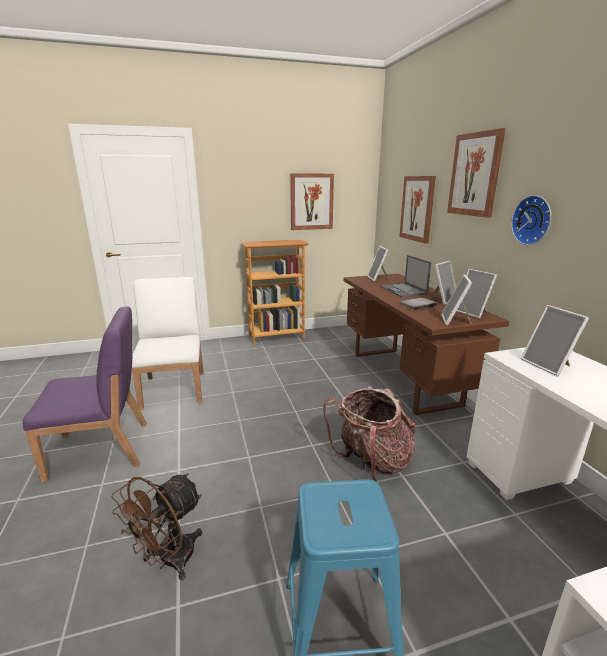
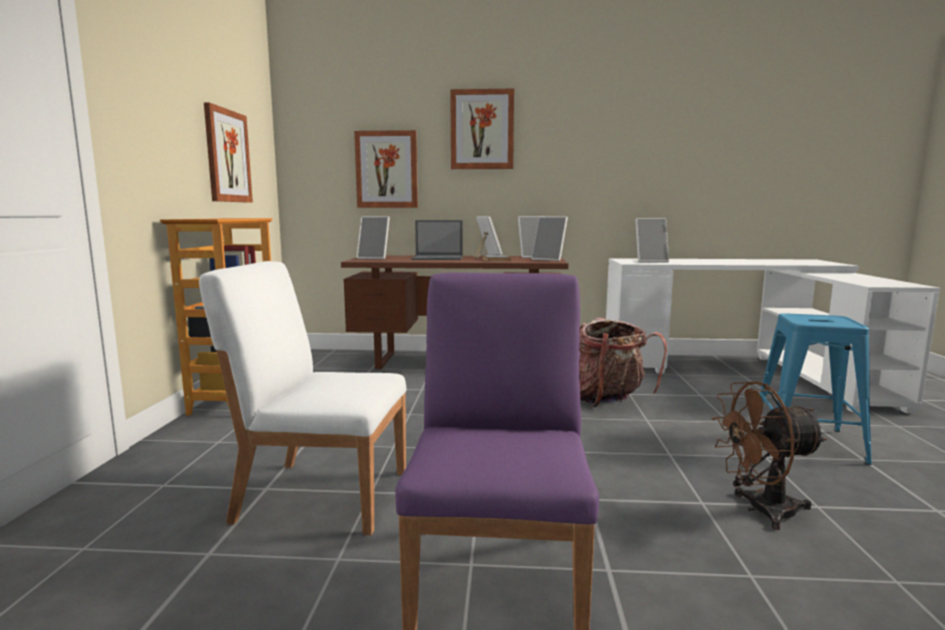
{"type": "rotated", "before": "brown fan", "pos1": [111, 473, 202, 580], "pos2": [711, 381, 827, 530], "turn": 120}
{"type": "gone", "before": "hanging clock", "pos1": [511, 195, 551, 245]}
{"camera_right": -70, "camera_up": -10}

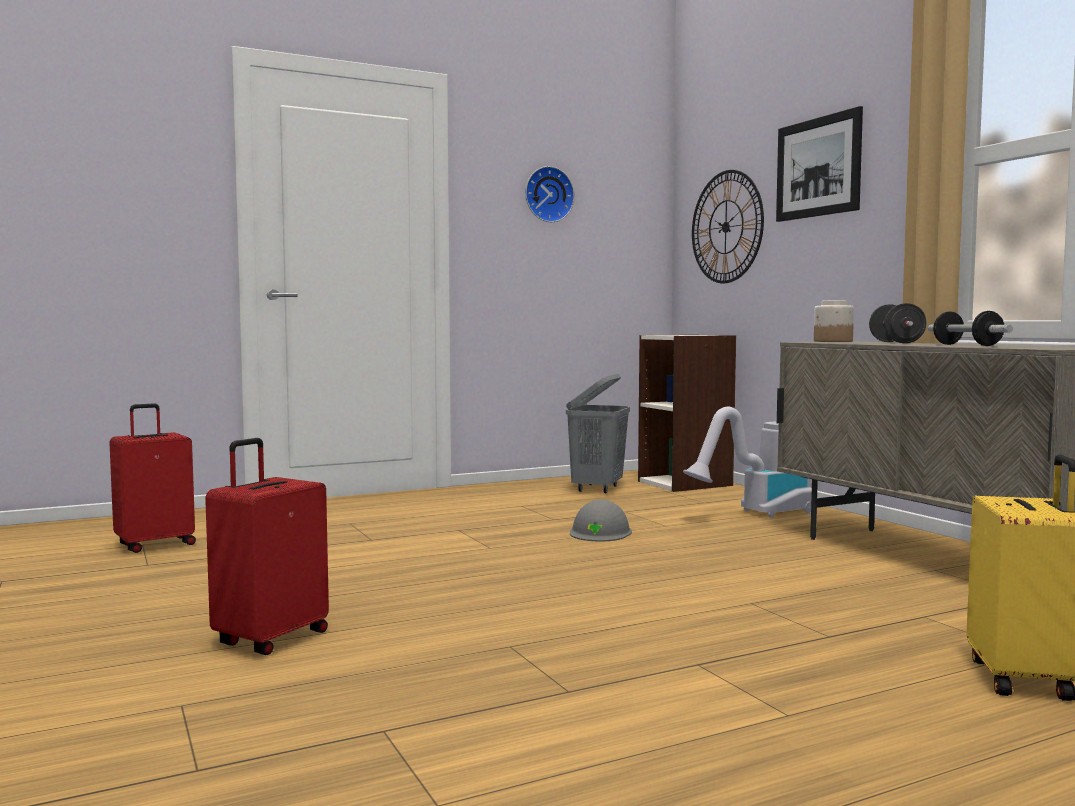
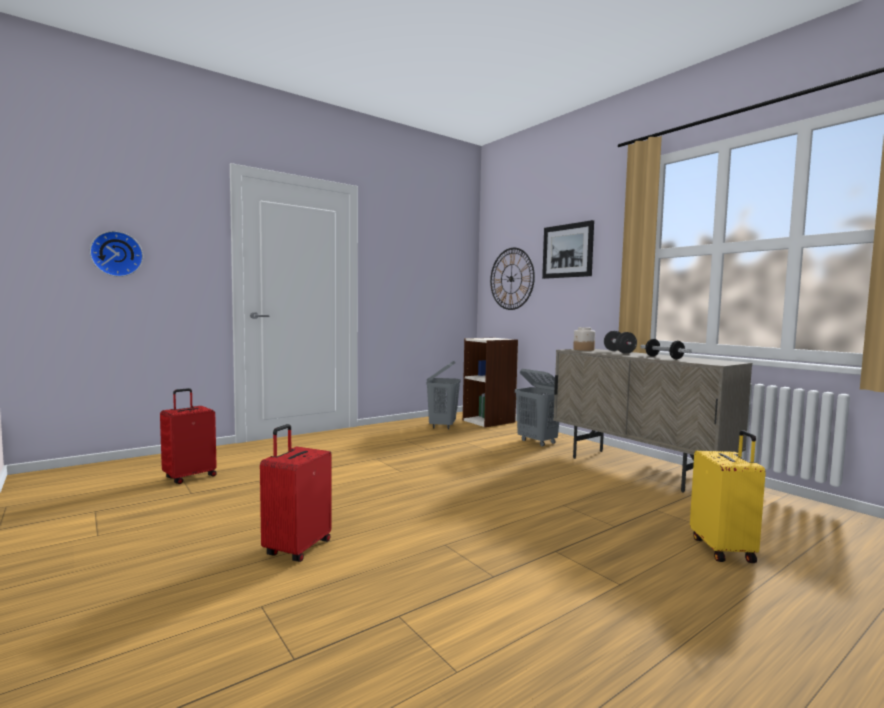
{"type": "shifted", "before": "hanging clock", "pos1": [525, 166, 575, 222], "pos2": [89, 231, 143, 277]}
{"type": "swapped", "before": "vacuum cleaner", "after": "gray hamper", "pos1": [683, 407, 812, 518], "pos2": [515, 369, 559, 446]}
{"type": "gone", "before": "gray hard hat", "pos1": [570, 499, 632, 542]}
{"camera_right": -10, "camera_up": 0}

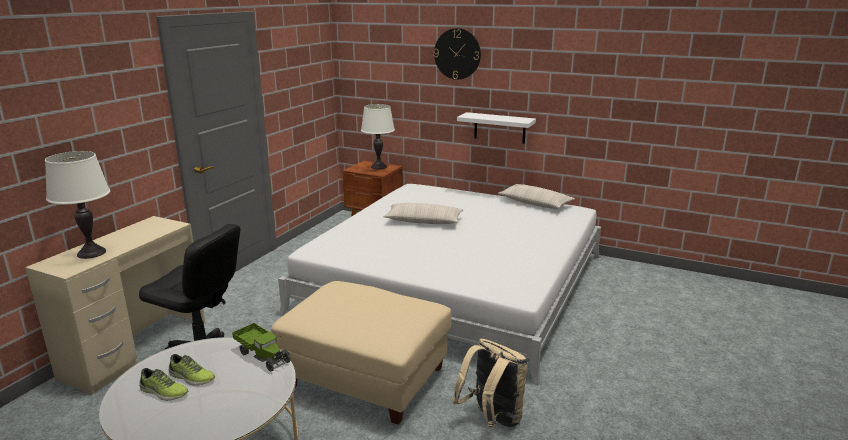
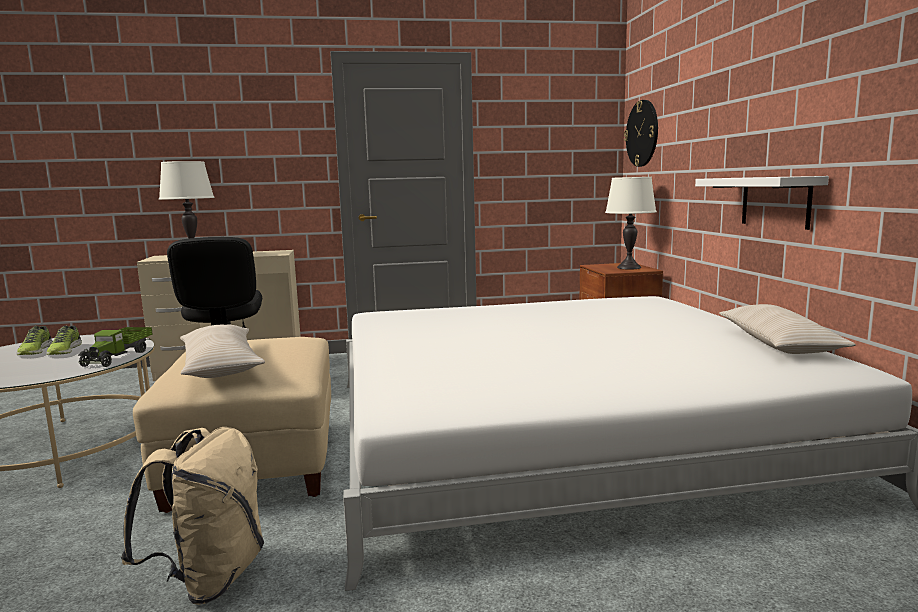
{"type": "shifted", "before": "sand-coloured cushion", "pos1": [383, 203, 463, 224], "pos2": [180, 325, 265, 378]}
{"type": "shifted", "before": "hanging clock", "pos1": [434, 28, 481, 80], "pos2": [624, 100, 658, 167]}
{"camera_right": 55, "camera_up": -10}

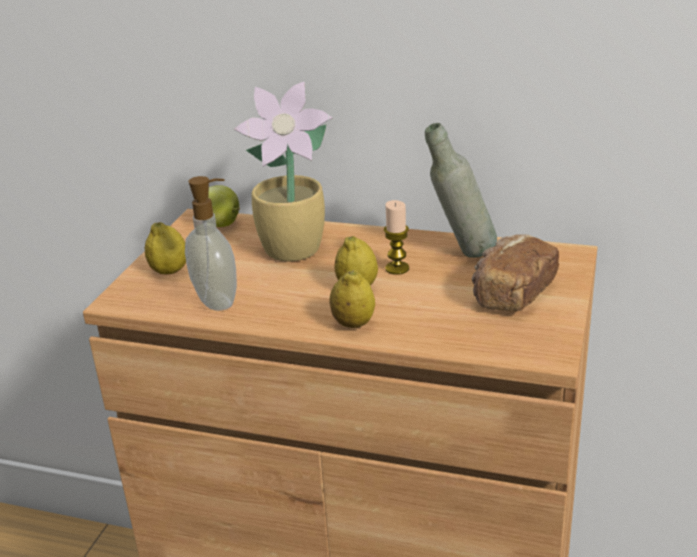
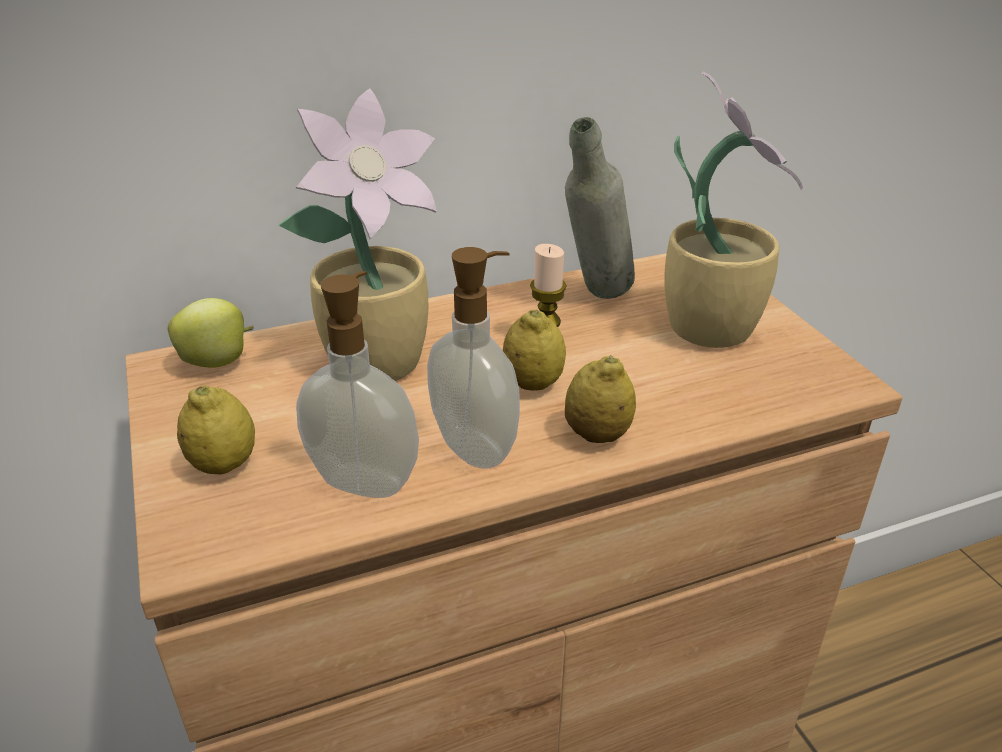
{"type": "new", "after": "liquid soap bottle", "pos2": [427, 247, 520, 469]}
{"type": "swapped", "before": "bread", "after": "plant in a pot", "pos1": [472, 234, 559, 311], "pos2": [664, 72, 803, 348]}
{"camera_right": -40, "camera_up": 5}

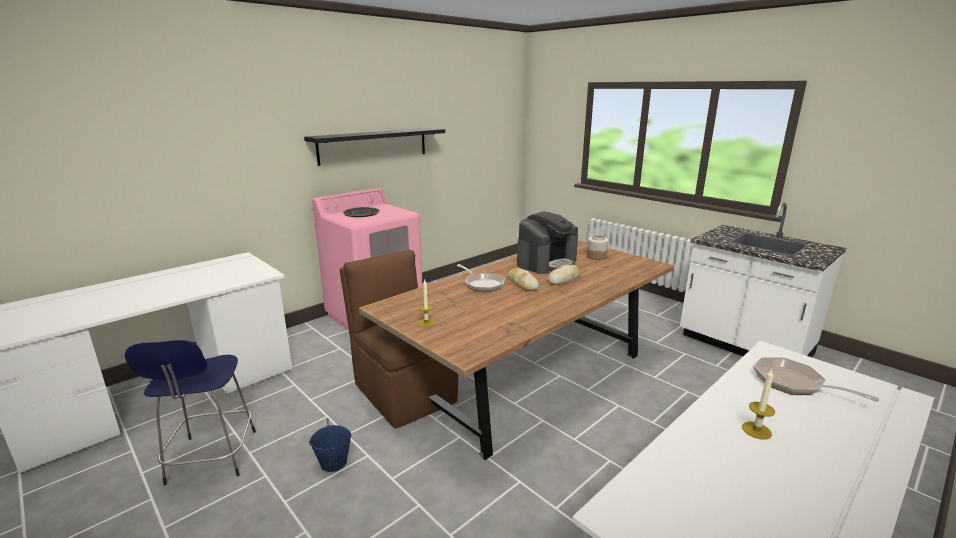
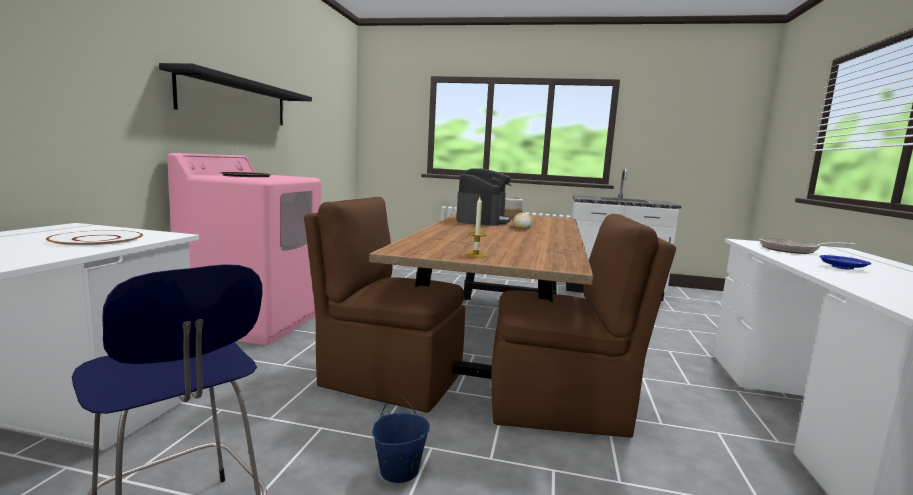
{"type": "new", "after": "white-coloured dinner plate", "pos2": [46, 230, 143, 247]}
{"type": "new", "after": "brown plain chair", "pos2": [491, 214, 676, 438]}
{"type": "swapped", "before": "candle", "after": "blue dinner plate", "pos1": [742, 368, 775, 440], "pos2": [819, 255, 871, 270]}
{"type": "gone", "before": "frying pan", "pos1": [456, 264, 505, 292]}
{"type": "gone", "before": "bread", "pos1": [508, 268, 539, 291]}
{"camera_right": -35, "camera_up": -10}

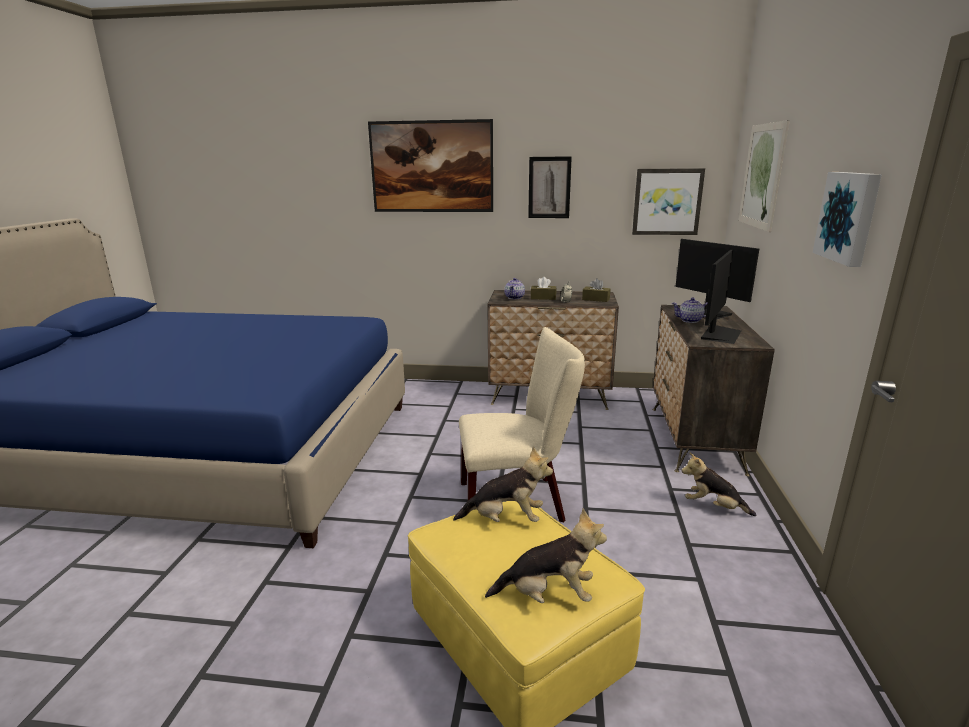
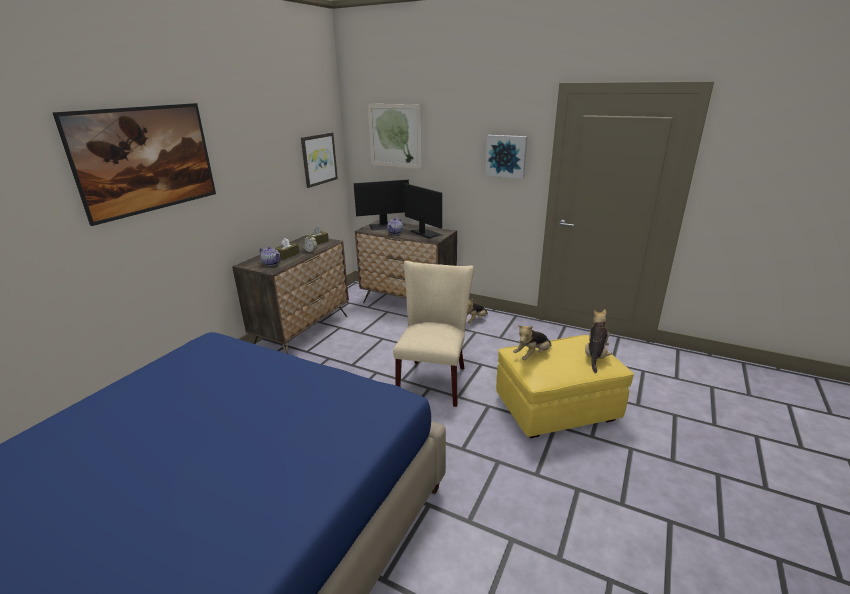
{"type": "rotated", "before": "soft toy", "pos1": [453, 446, 553, 522], "pos2": [513, 325, 552, 360], "turn": -150}
{"type": "gone", "before": "wall picture", "pos1": [528, 156, 572, 218]}
{"camera_right": -70, "camera_up": 5}

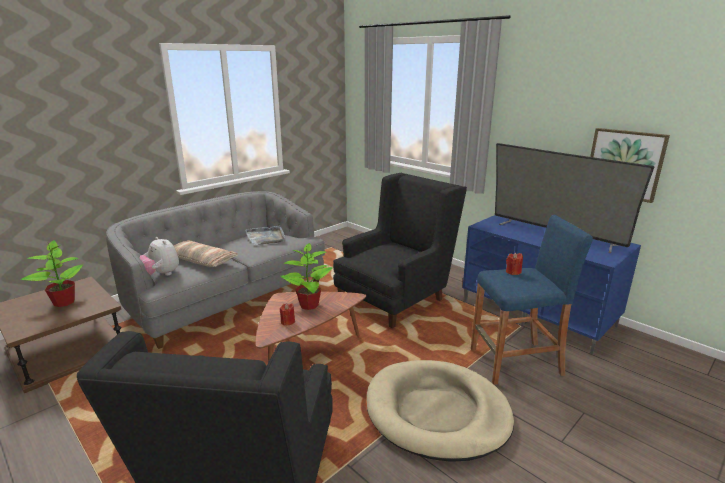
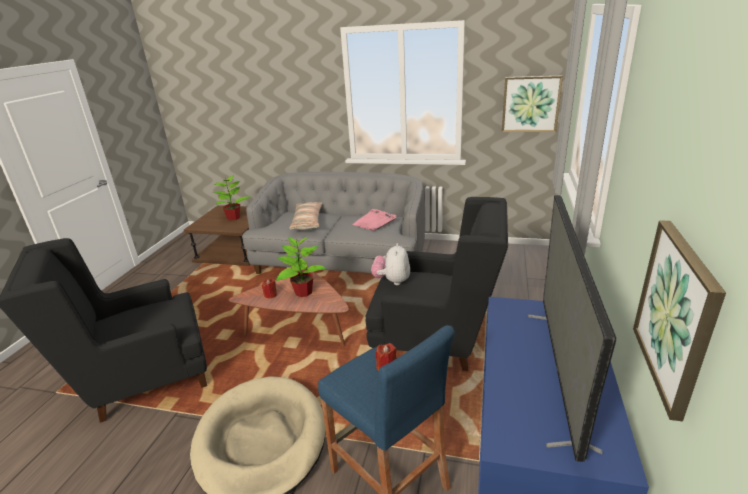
{"type": "repainted", "before": "gray carrying tray", "after": "pink carrying tray", "pos1": [245, 226, 286, 245], "pos2": [352, 209, 396, 231]}
{"type": "shifted", "before": "soft toy", "pos1": [139, 237, 179, 276], "pos2": [371, 243, 410, 285]}
{"type": "new", "after": "wall picture", "pos2": [502, 76, 563, 132]}
{"camera_right": 60, "camera_up": 5}

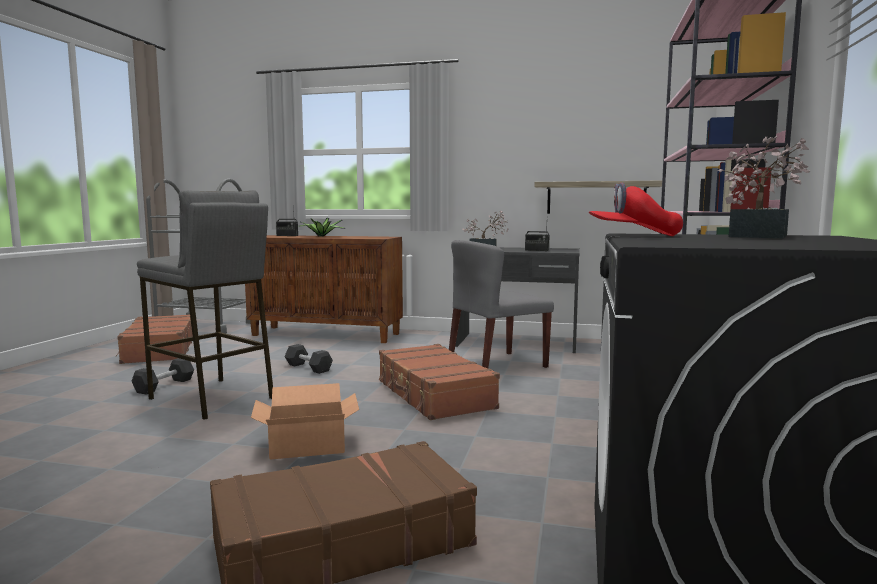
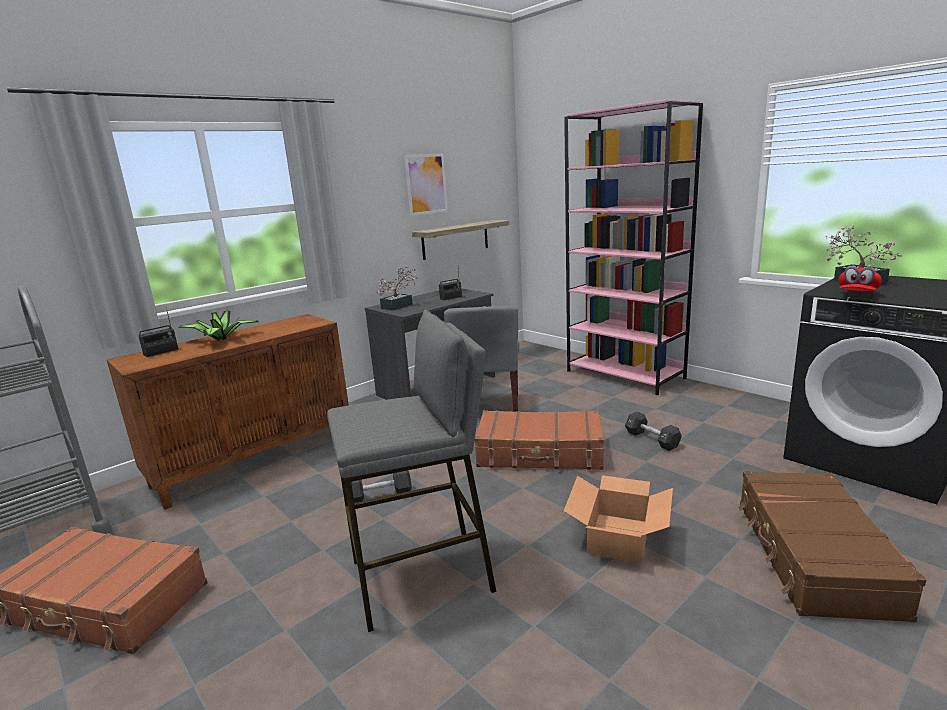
{"type": "new", "after": "wall picture", "pos2": [404, 154, 448, 216]}
{"type": "shifted", "before": "blackish hand weight", "pos1": [132, 358, 194, 395], "pos2": [625, 411, 682, 451]}
{"camera_right": -55, "camera_up": 10}

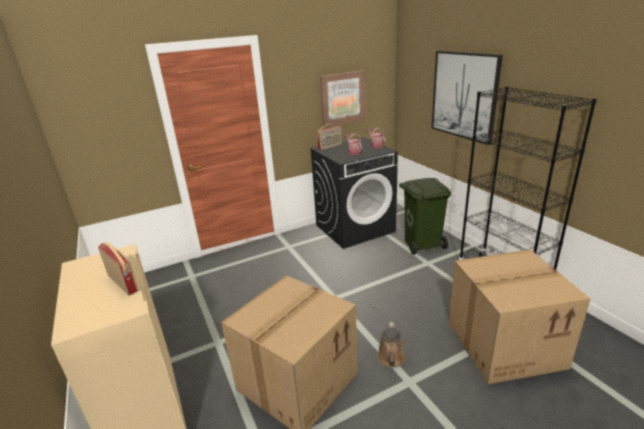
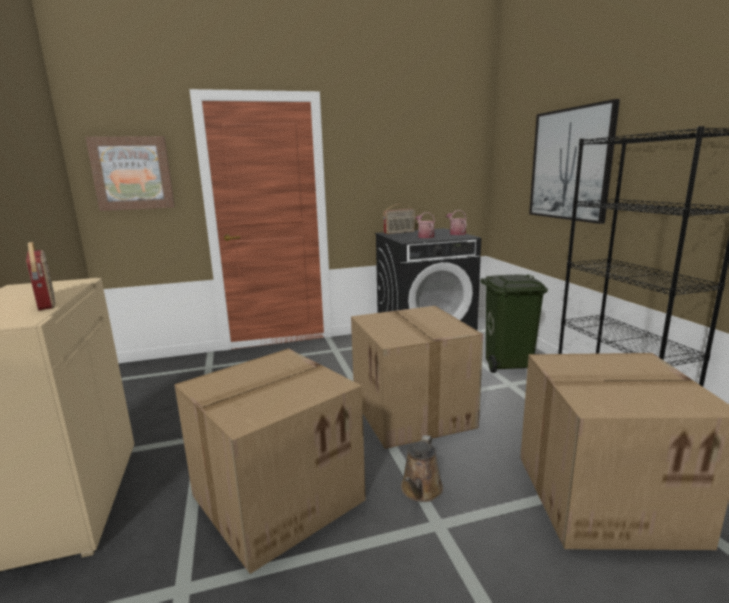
{"type": "shifted", "before": "wall picture", "pos1": [320, 70, 365, 127], "pos2": [85, 136, 175, 211]}
{"type": "new", "after": "packing box", "pos2": [351, 306, 483, 449]}
{"camera_right": 10, "camera_up": -10}

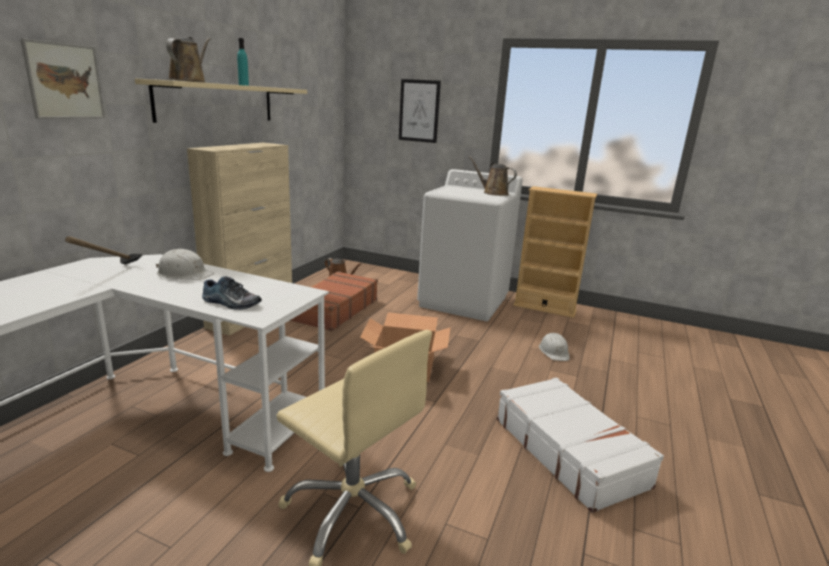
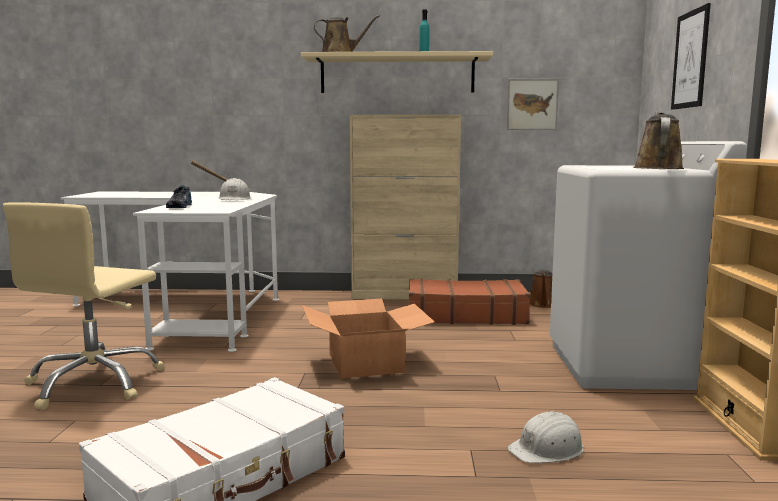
{"type": "shifted", "before": "wall picture", "pos1": [20, 38, 105, 119], "pos2": [507, 79, 559, 130]}
{"camera_right": 70, "camera_up": -10}

